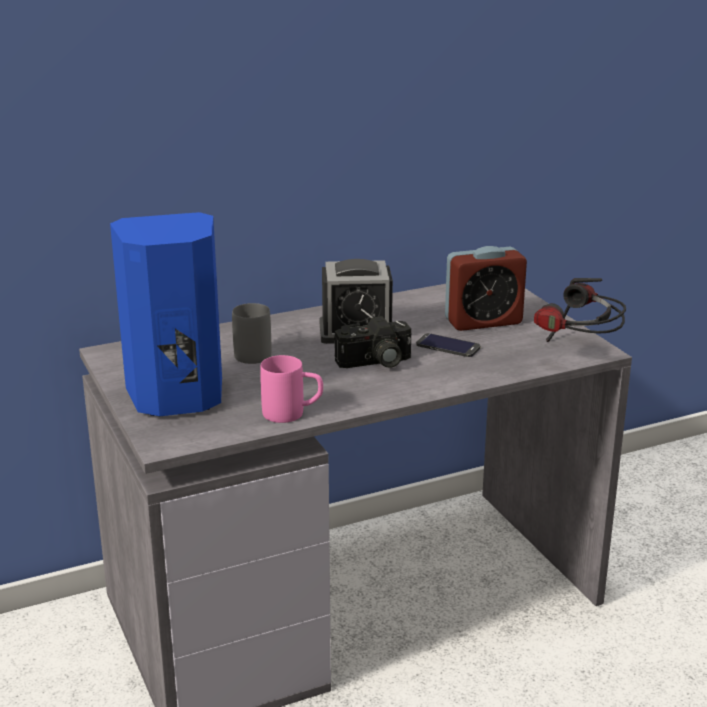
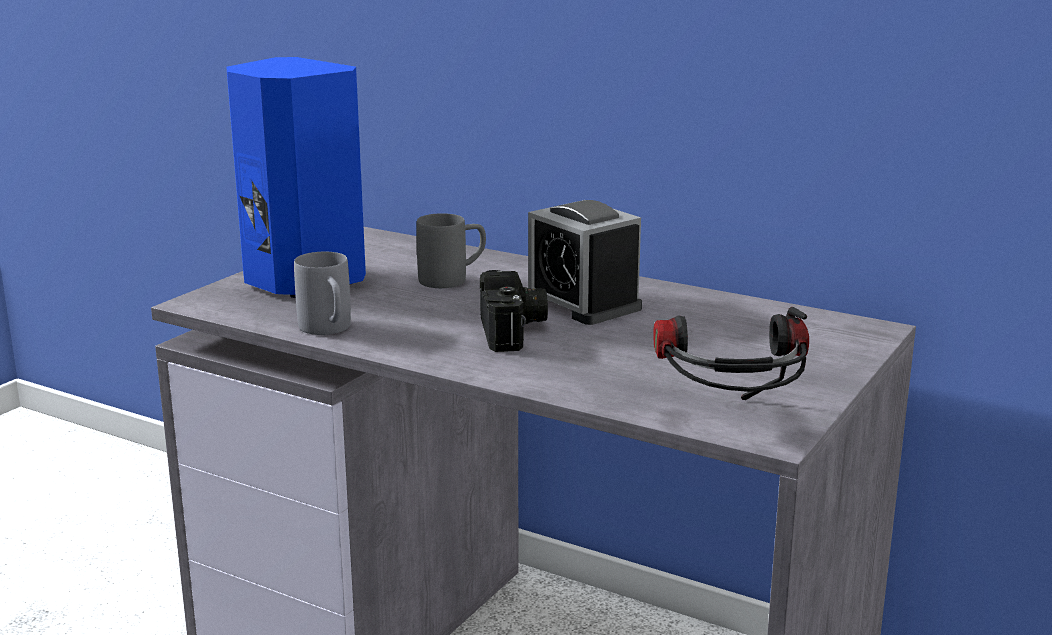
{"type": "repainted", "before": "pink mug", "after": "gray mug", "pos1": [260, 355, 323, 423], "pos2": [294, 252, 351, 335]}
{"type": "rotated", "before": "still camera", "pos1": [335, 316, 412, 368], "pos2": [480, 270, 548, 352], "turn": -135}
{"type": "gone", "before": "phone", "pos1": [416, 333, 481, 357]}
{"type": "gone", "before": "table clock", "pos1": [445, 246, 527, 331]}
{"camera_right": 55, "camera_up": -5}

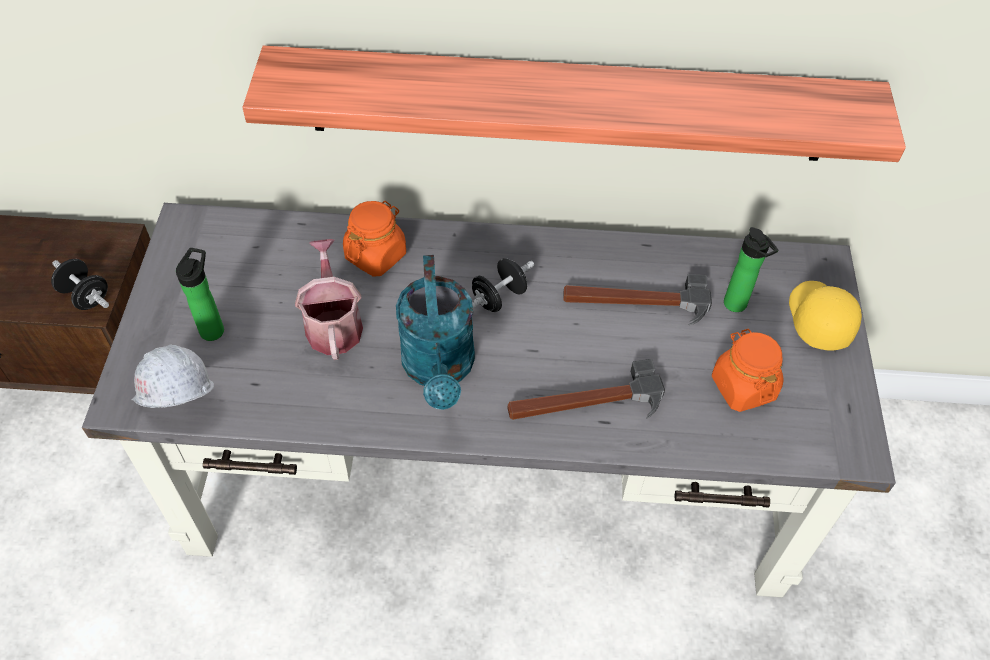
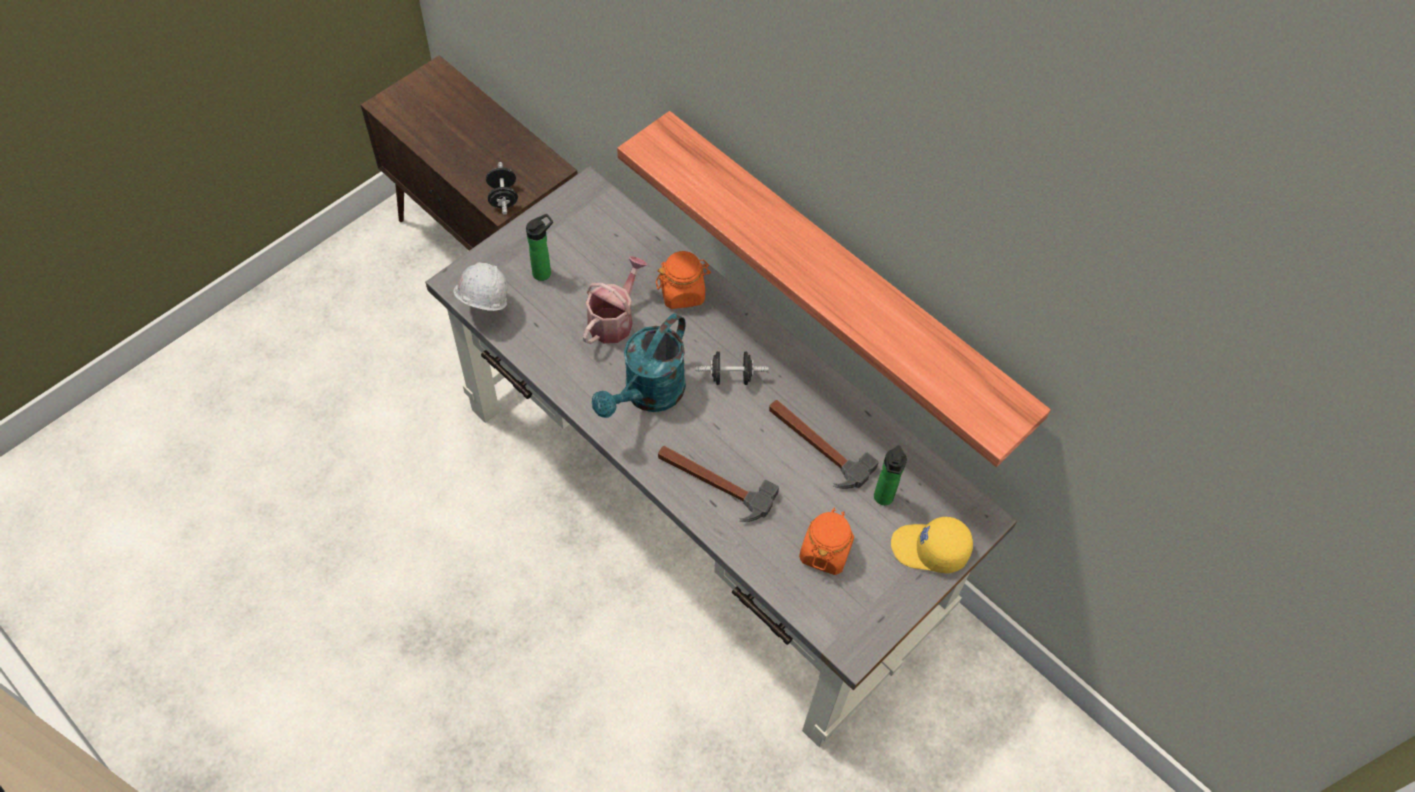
{"type": "rotated", "before": "yellowish baseball cap", "pos1": [789, 281, 862, 351], "pos2": [891, 517, 973, 573], "turn": -120}
{"camera_right": 40, "camera_up": 5}

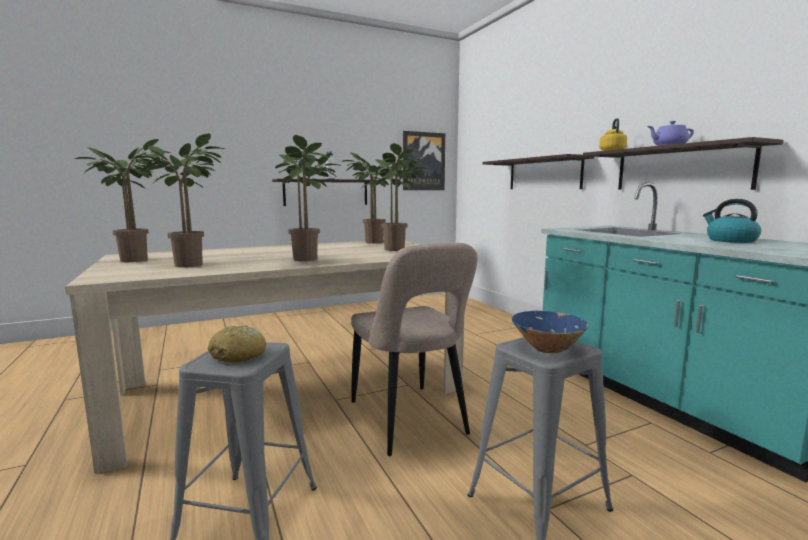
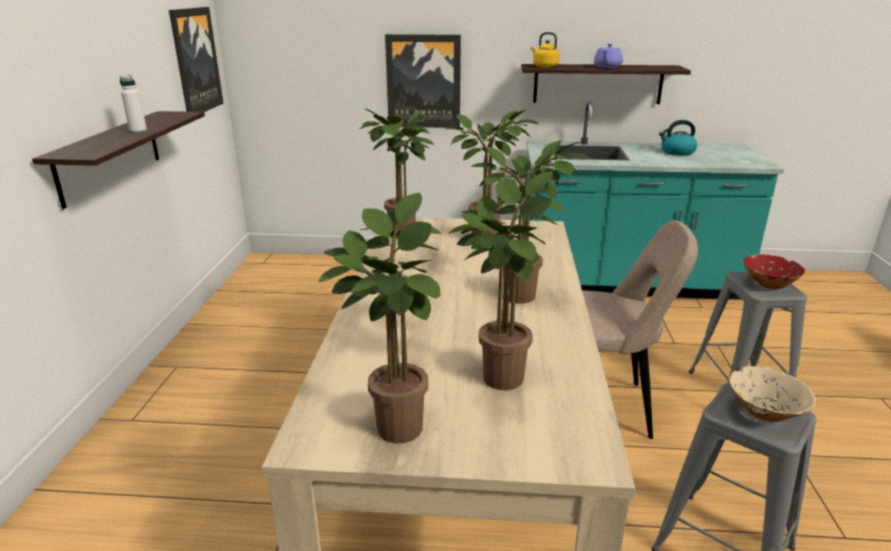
{"type": "swapped", "before": "bracket shelf", "after": "wall picture", "pos1": [482, 154, 594, 189], "pos2": [385, 34, 461, 128]}
{"type": "swapped", "before": "bread", "after": "sand-coloured bowl", "pos1": [208, 325, 266, 363], "pos2": [729, 366, 815, 422]}
{"type": "repainted", "before": "blue bowl", "after": "red-coloured bowl", "pos1": [511, 311, 588, 353], "pos2": [744, 254, 805, 289]}
{"camera_right": -60, "camera_up": 15}

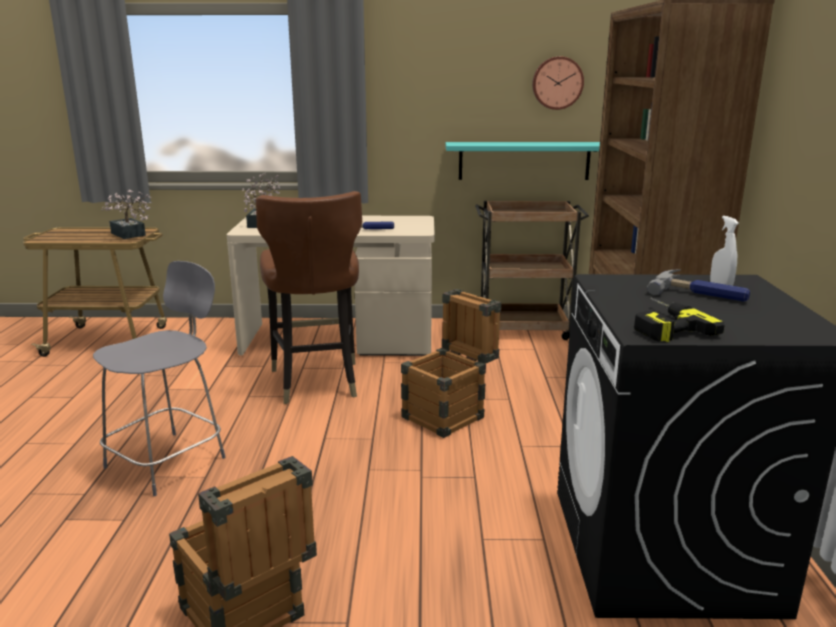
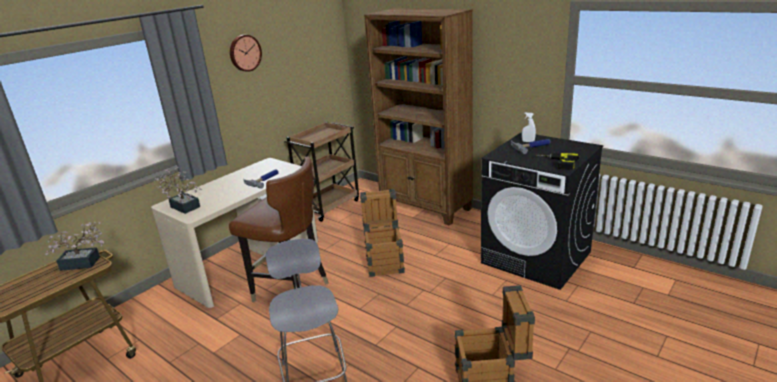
{"type": "shifted", "before": "hanging clock", "pos1": [532, 56, 584, 110], "pos2": [230, 35, 262, 72]}
{"type": "gone", "before": "turquoise-coloured bracket shelf", "pos1": [445, 142, 600, 180]}
{"camera_right": -50, "camera_up": 5}

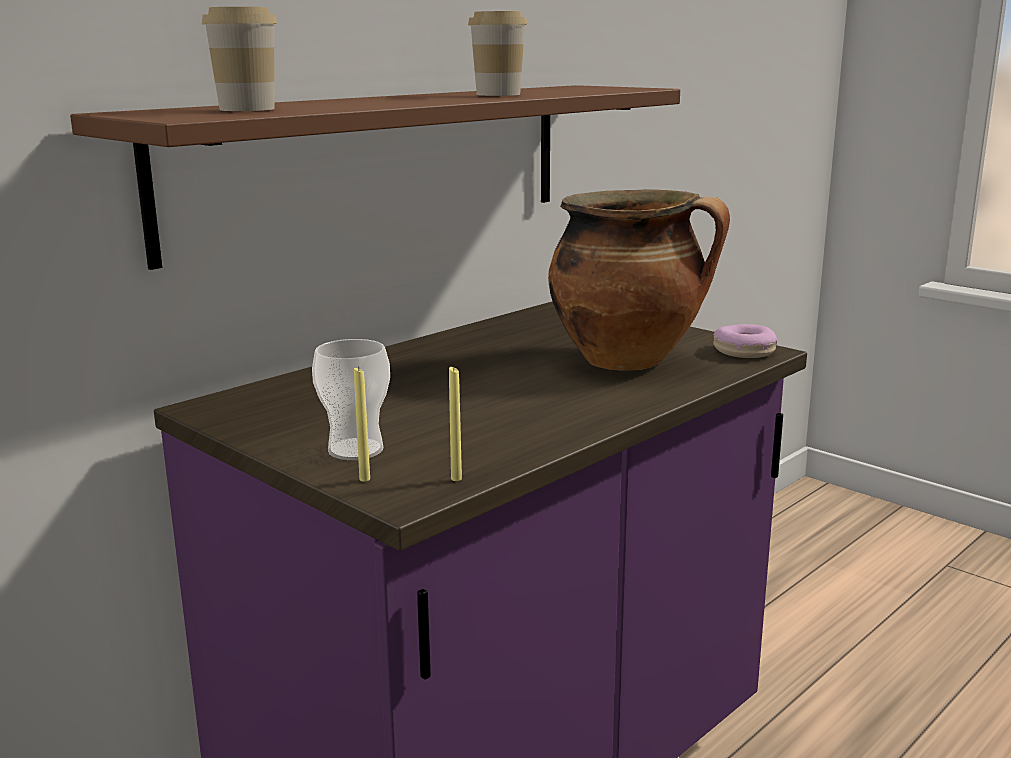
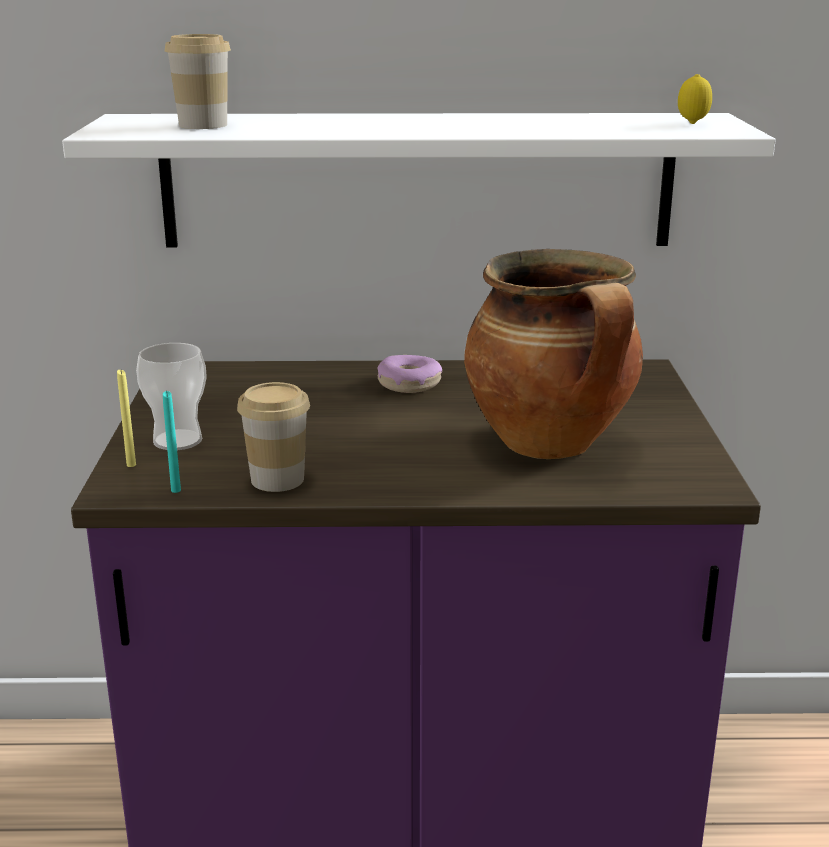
{"type": "repainted", "before": "brown bracket shelf", "after": "white-coloured bracket shelf", "pos1": [70, 85, 680, 270], "pos2": [62, 113, 776, 247]}
{"type": "repainted", "before": "yellowish candle", "after": "turquoise-coloured candle", "pos1": [449, 367, 462, 481], "pos2": [163, 391, 181, 493]}
{"type": "shifted", "before": "small cup", "pos1": [468, 11, 528, 96], "pos2": [237, 382, 310, 492]}
{"type": "shifted", "before": "donut", "pos1": [713, 324, 777, 358], "pos2": [377, 355, 442, 393]}
{"type": "new", "after": "whole lemon", "pos2": [678, 74, 712, 124]}
{"camera_right": 45, "camera_up": 5}

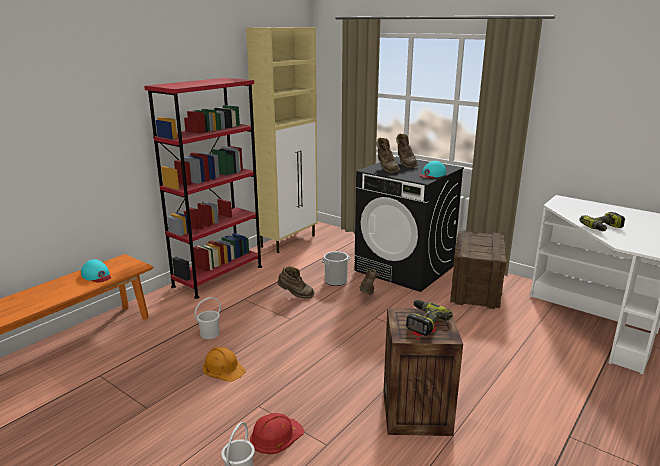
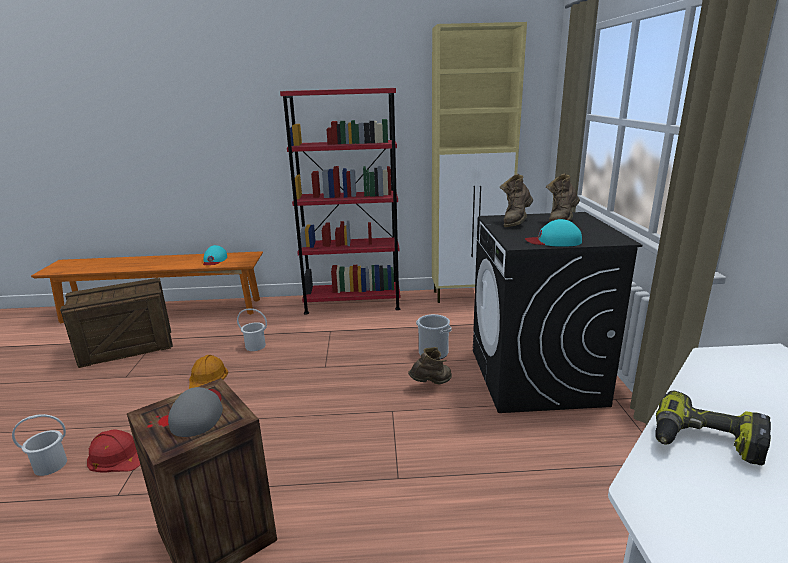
{"type": "shifted", "before": "crate", "pos1": [450, 230, 506, 309], "pos2": [60, 278, 173, 368]}
{"type": "swapped", "before": "drill", "after": "gray baseball cap", "pos1": [406, 300, 453, 336], "pos2": [168, 387, 223, 437]}
{"type": "gone", "before": "brown high-top boot", "pos1": [278, 266, 314, 299]}
{"camera_right": 50, "camera_up": 0}

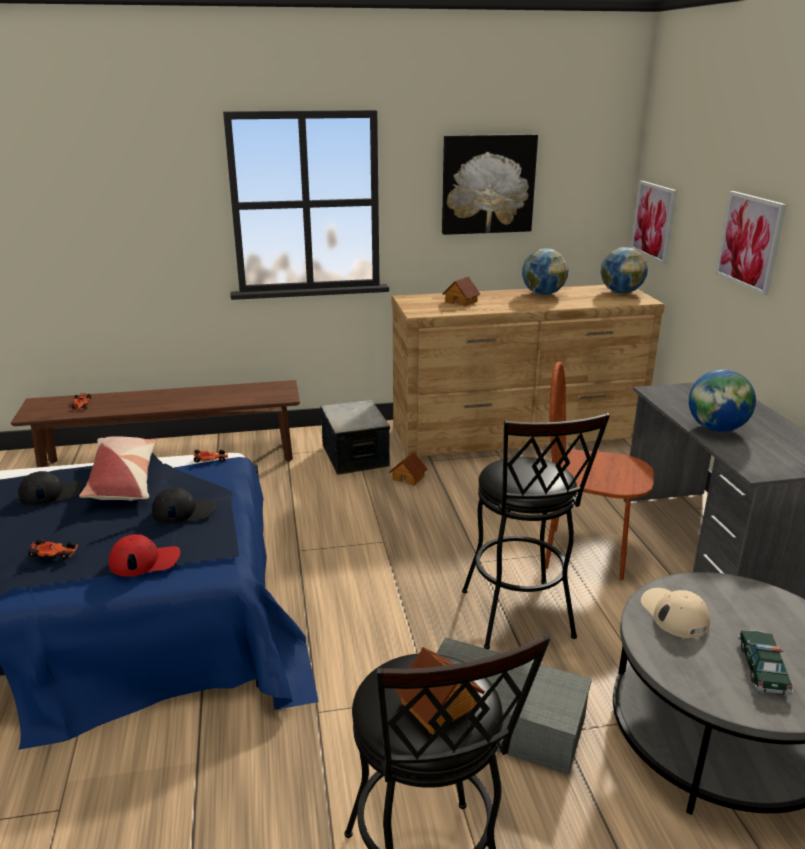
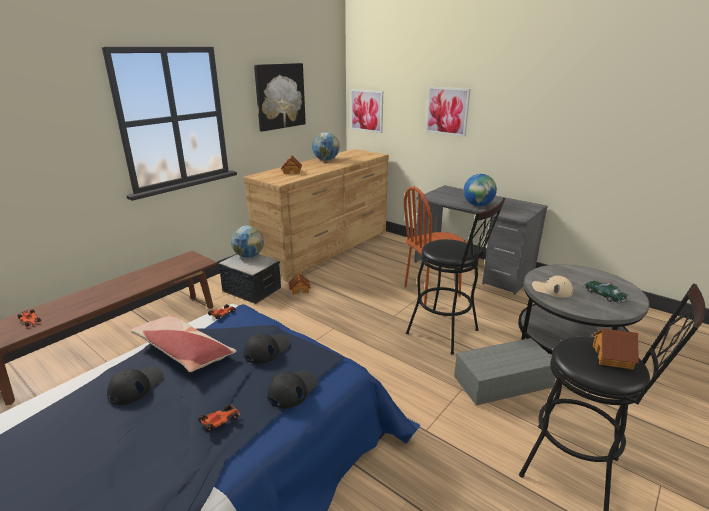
{"type": "shifted", "before": "desk globe", "pos1": [601, 247, 648, 294], "pos2": [231, 226, 264, 258]}
{"type": "repainted", "before": "red-coloured baseball cap", "after": "blackish baseball cap", "pos1": [108, 534, 180, 577], "pos2": [267, 371, 318, 409]}
{"camera_right": -40, "camera_up": 0}

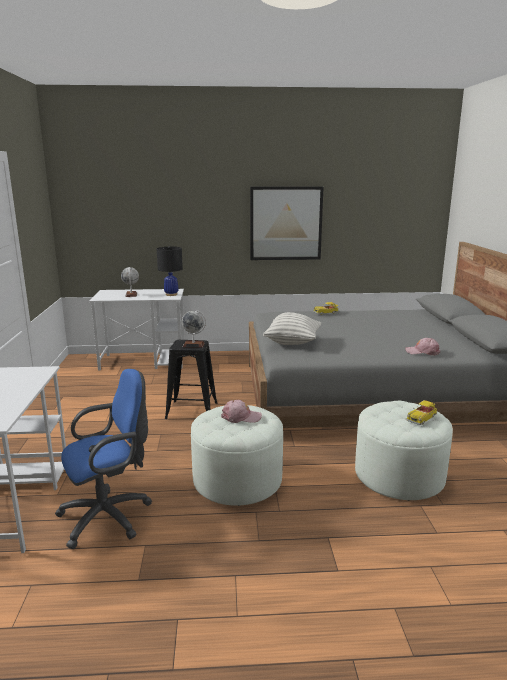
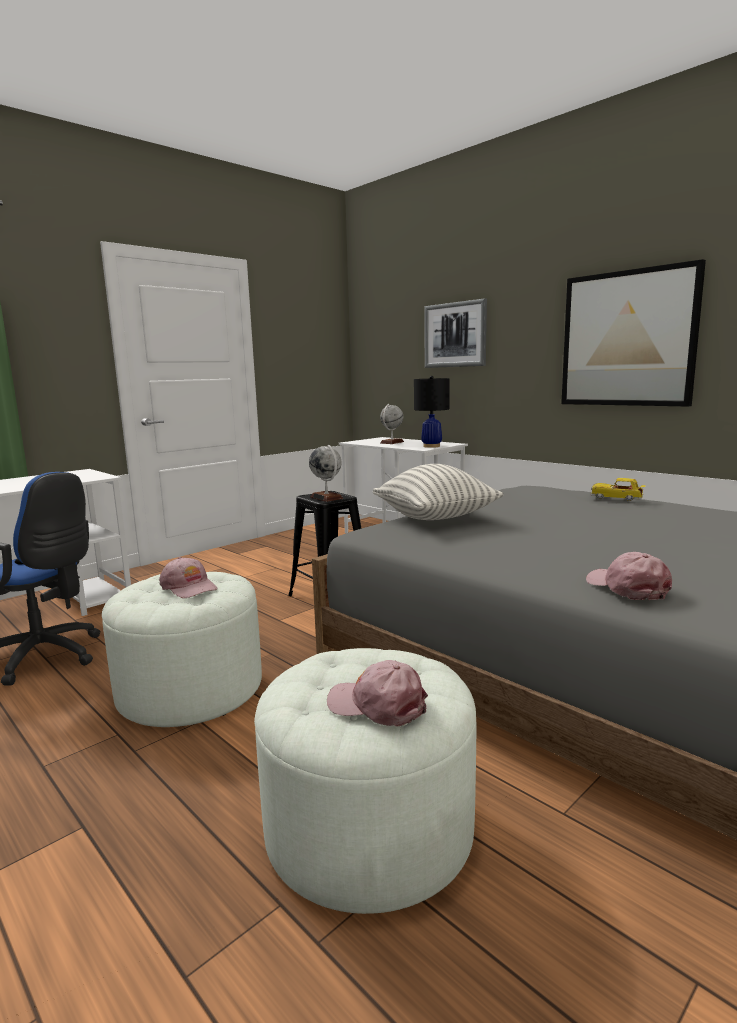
{"type": "swapped", "before": "model car", "after": "pink baseball cap", "pos1": [407, 400, 437, 425], "pos2": [327, 660, 428, 727]}
{"type": "new", "after": "wall picture", "pos2": [424, 298, 487, 368]}
{"camera_right": 50, "camera_up": -5}

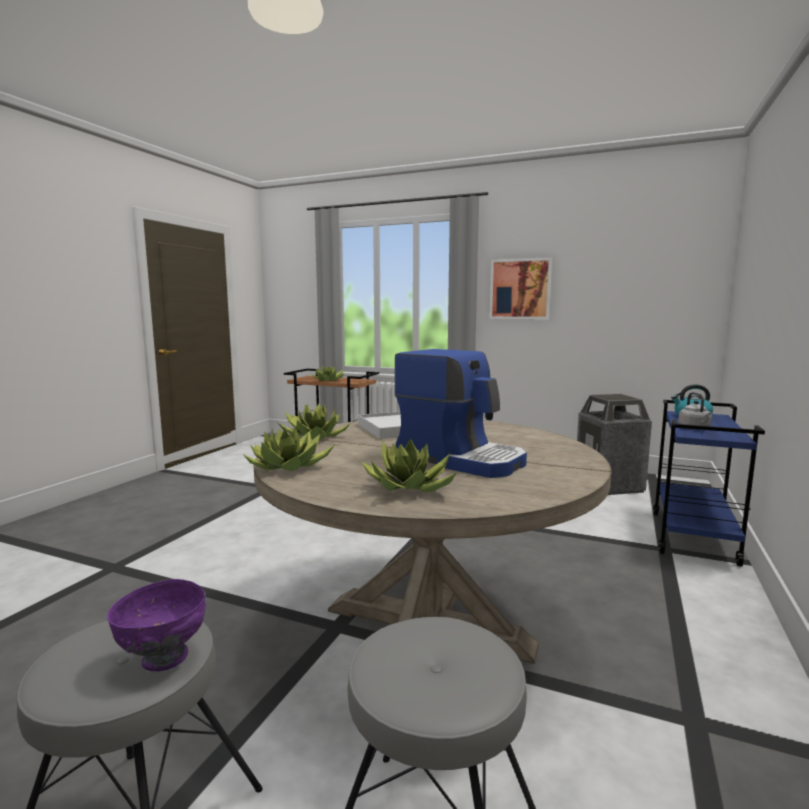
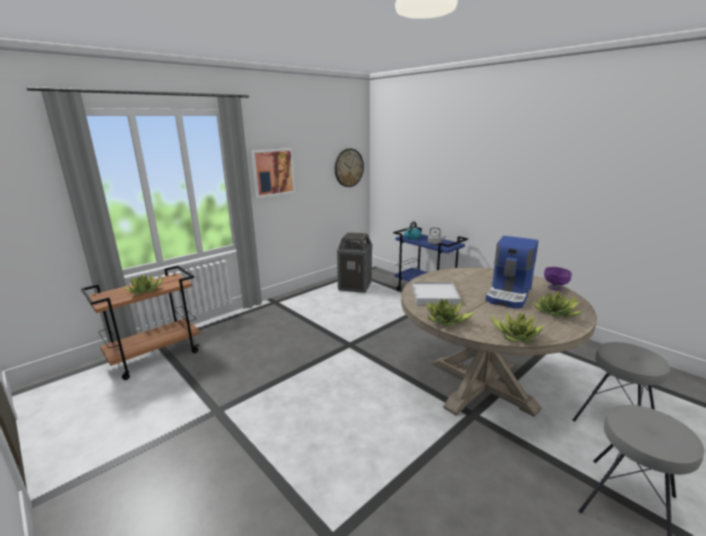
{"type": "new", "after": "hanging clock", "pos2": [335, 148, 364, 187]}
{"type": "rotated", "before": "coffee brewer", "pos1": [395, 349, 527, 478], "pos2": [486, 236, 538, 308], "turn": 150}
{"type": "shifted", "before": "purple-coloured bowl", "pos1": [107, 579, 206, 671], "pos2": [544, 267, 572, 291]}
{"camera_right": -65, "camera_up": 10}

